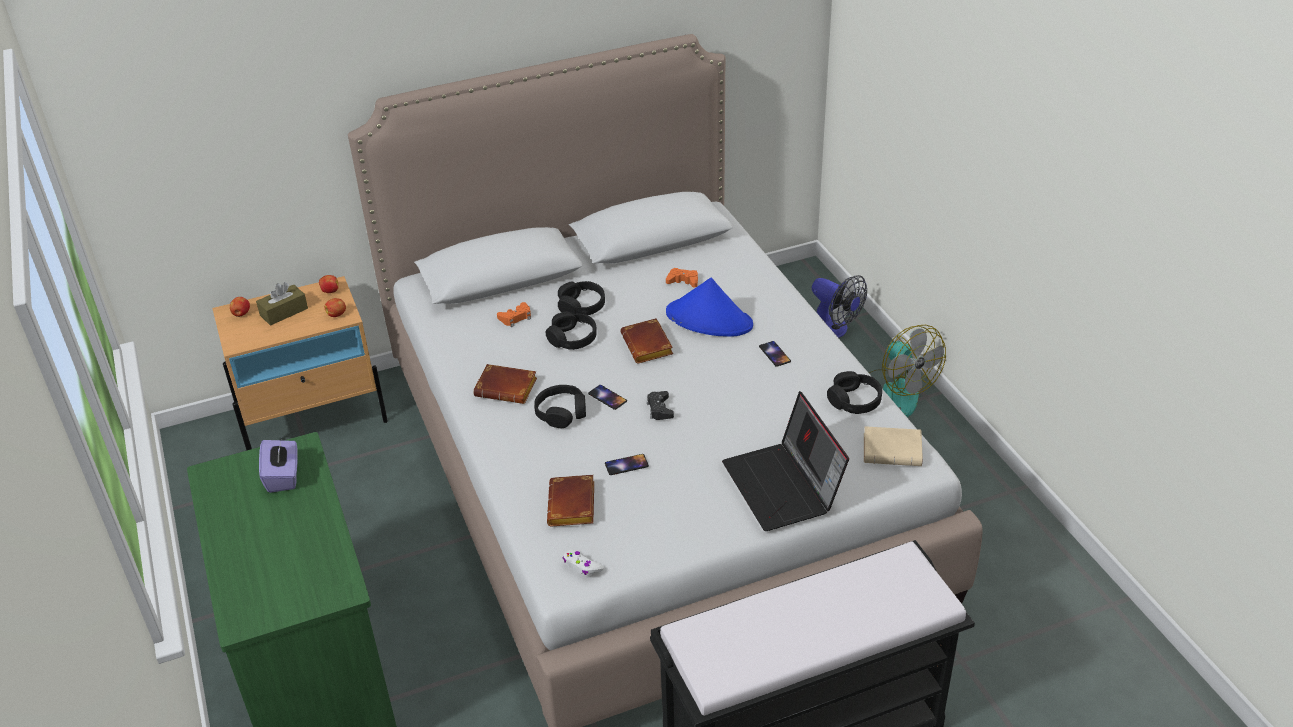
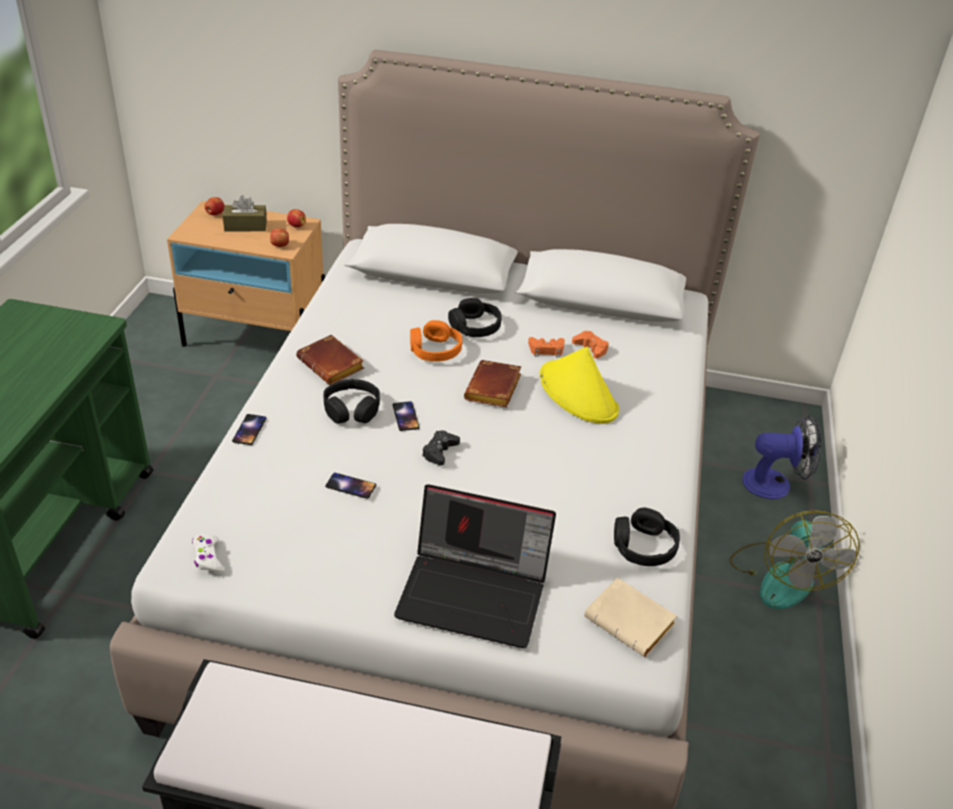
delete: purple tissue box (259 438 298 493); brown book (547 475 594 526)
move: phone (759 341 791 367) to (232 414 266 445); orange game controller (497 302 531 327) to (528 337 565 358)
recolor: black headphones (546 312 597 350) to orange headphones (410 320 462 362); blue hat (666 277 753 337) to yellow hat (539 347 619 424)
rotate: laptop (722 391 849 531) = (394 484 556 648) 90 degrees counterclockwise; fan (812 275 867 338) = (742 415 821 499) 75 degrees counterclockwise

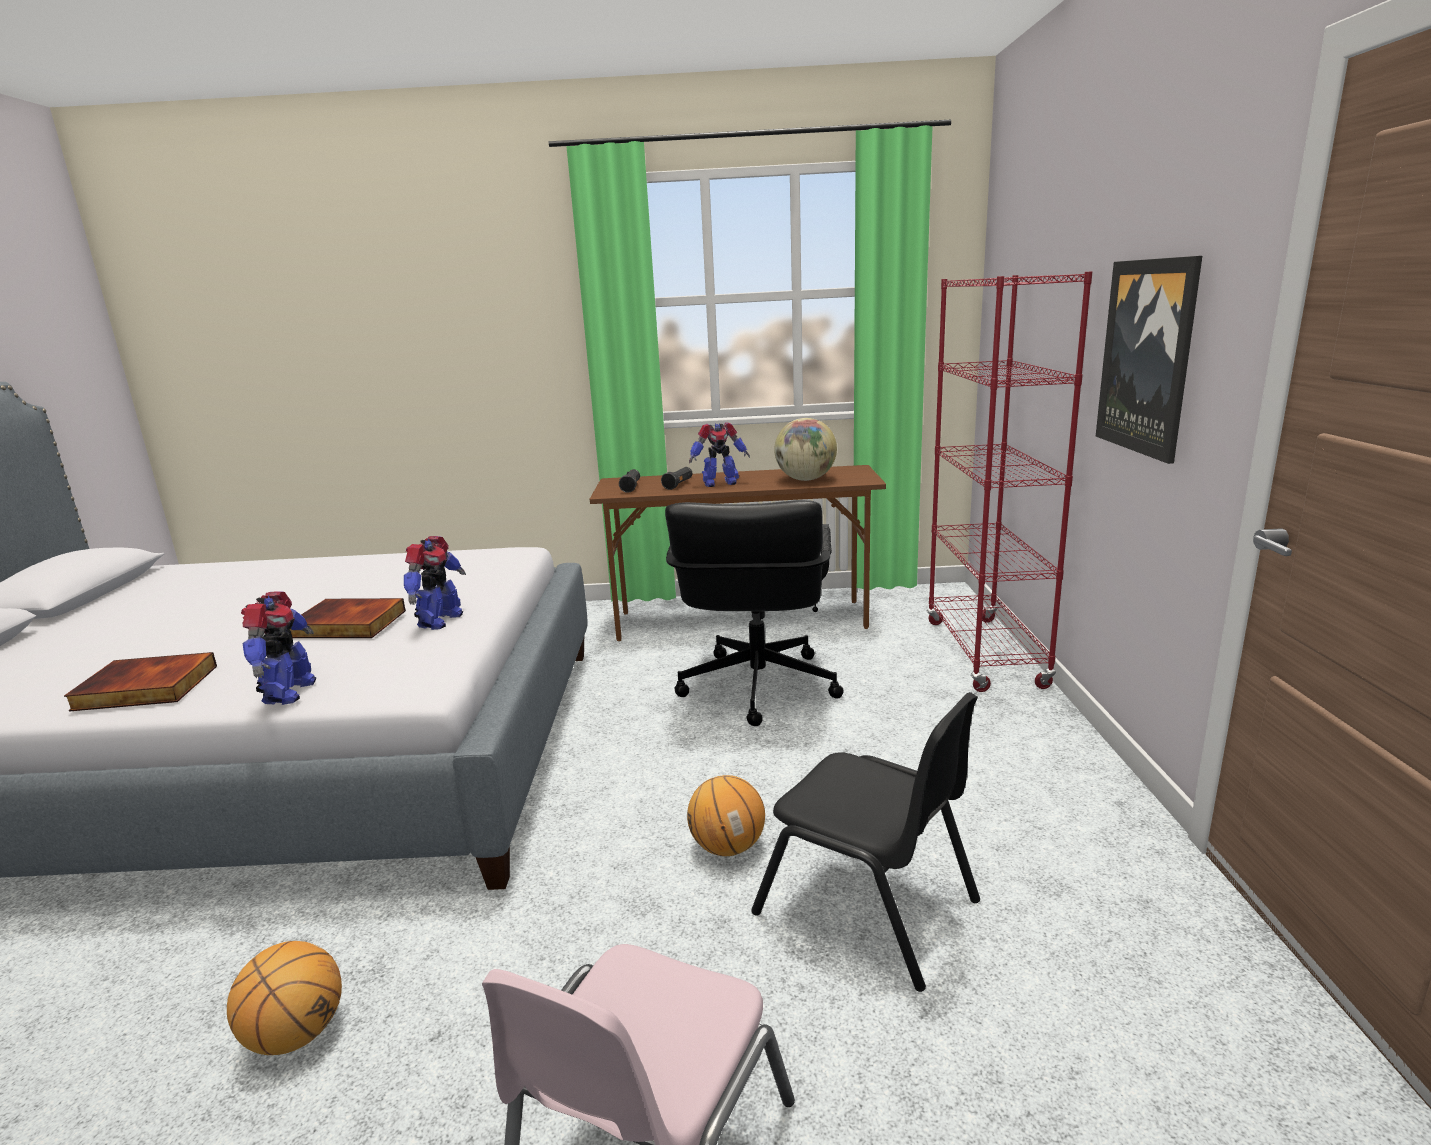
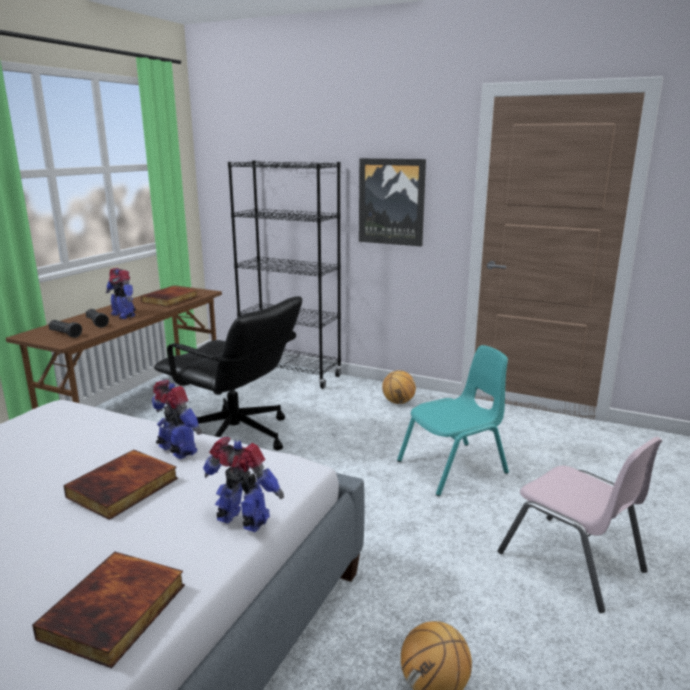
move: basketball (687 775 765 856) to (382 371 416 404)
replace: globe (774 418 837 481) to book (141 287 198 307)
recolor: red bookcase (927 271 1092 692) to black bookcase (228 161 342 389); black chair (751 692 980 992) to turquoise chair (397 345 509 496)
rotate: toy robot (689 422 750 487) = (106 268 136 319) 120 degrees clockwise

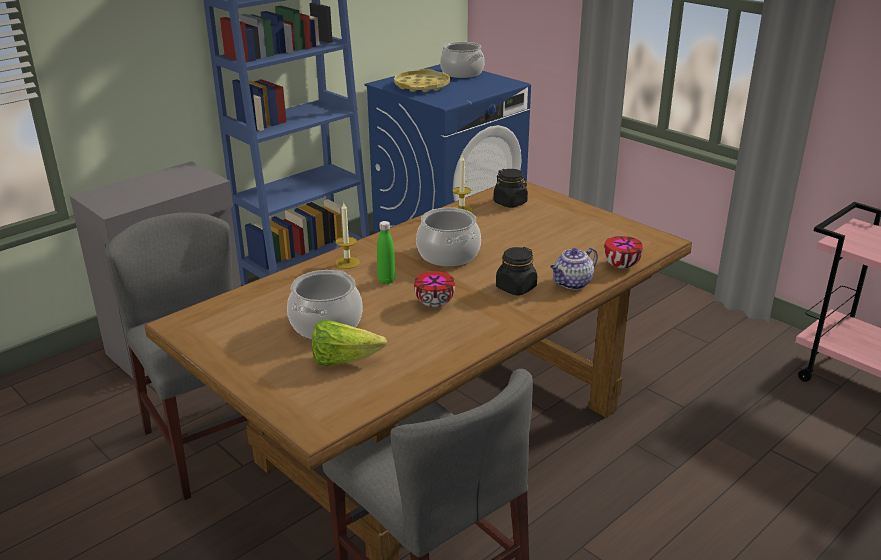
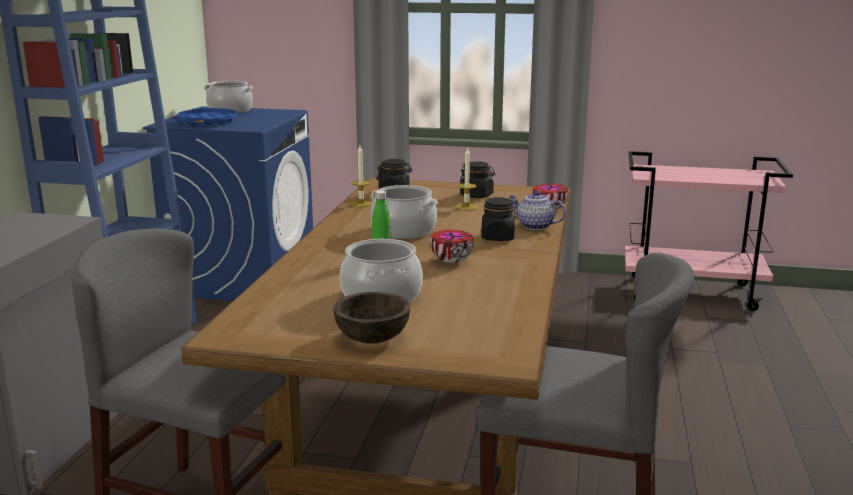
delete: lettuce (312 320 387 366)
insert: brown bowl (333 292 410 344); black jar (460 162 495 198)
move: candle (335 203 360 269) to (455 147 478 211)
recolor: yellow tray (394 69 450 92) to blue tray (176 108 237 126)
rotate: teapot (550 248 598 290) = (509 190 566 230) 105 degrees clockwise

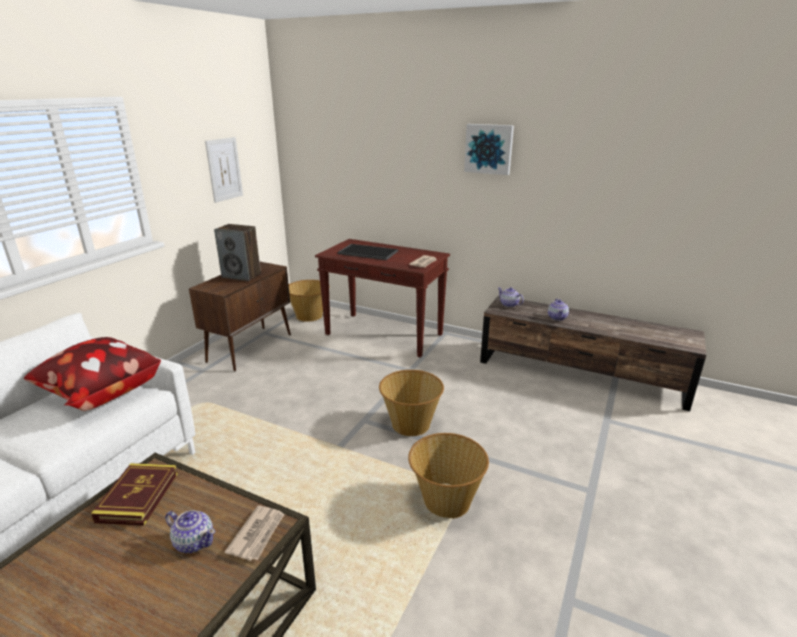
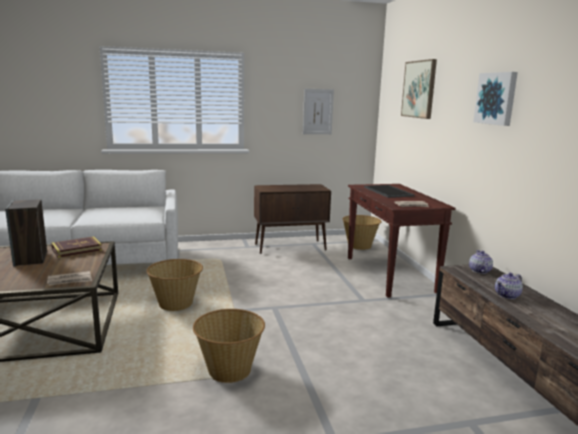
delete: pillow (24 337 161 411); teapot (165 510 215 553)
insert: picture (401 59 437 119)
move: speaker (214 224 261 281) to (5 199 47 267); basket (379 370 444 436) to (147 259 203 311)

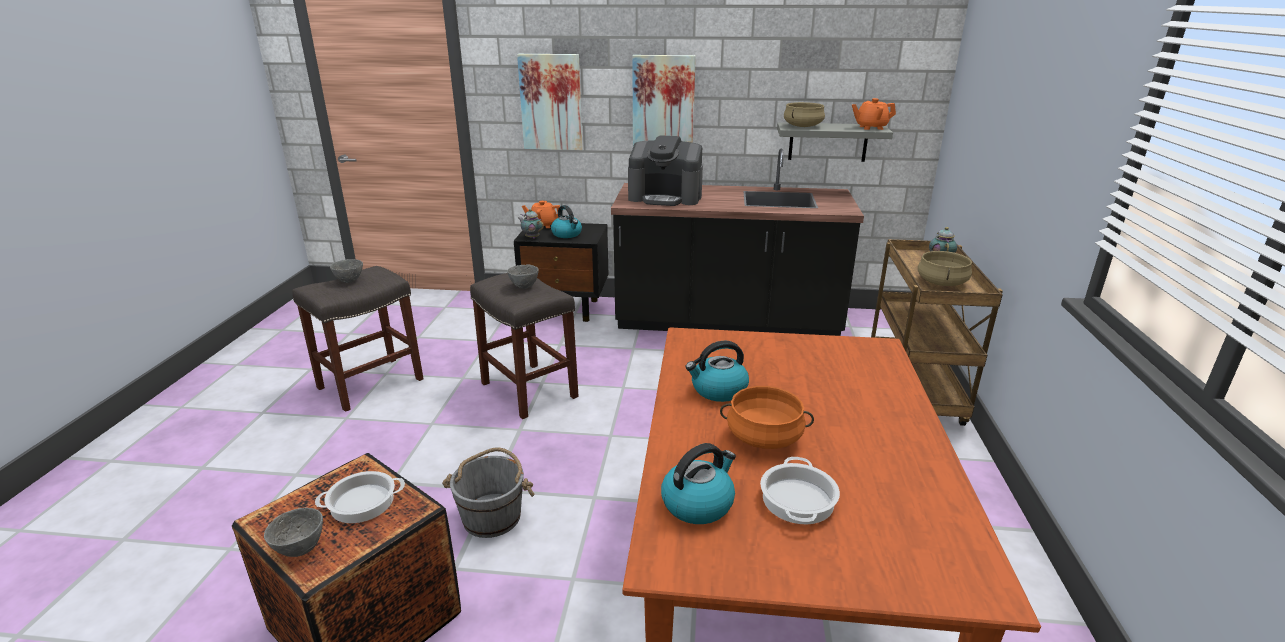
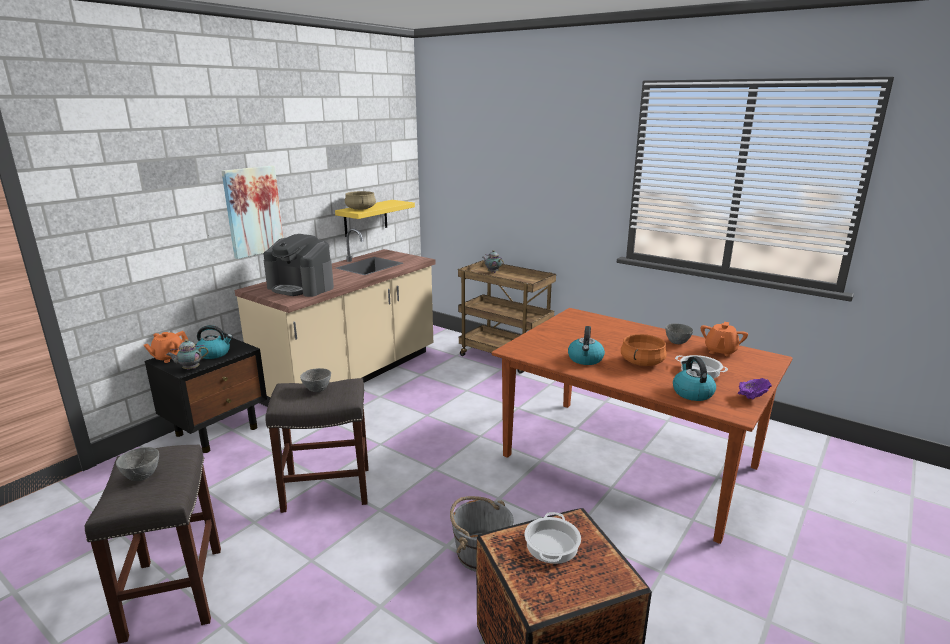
delete: picture (517 54 583 150); beige cooking pot (917 251 972 286)
insert: purple bowl (738 378 772 399)
move: grey bowl (264 508 323 557) to (665 324 693 344); orange teapot (852 98 896 130) to (700 322 748 357)
recolor: black counter (611 148 864 336) to beige counter (235 228 436 407); grey shelf (777 122 893 162) to yellow shelf (335 200 415 237)
rotate: coffee machine (628 135 703 206) = (264 234 334 297) 75 degrees clockwise

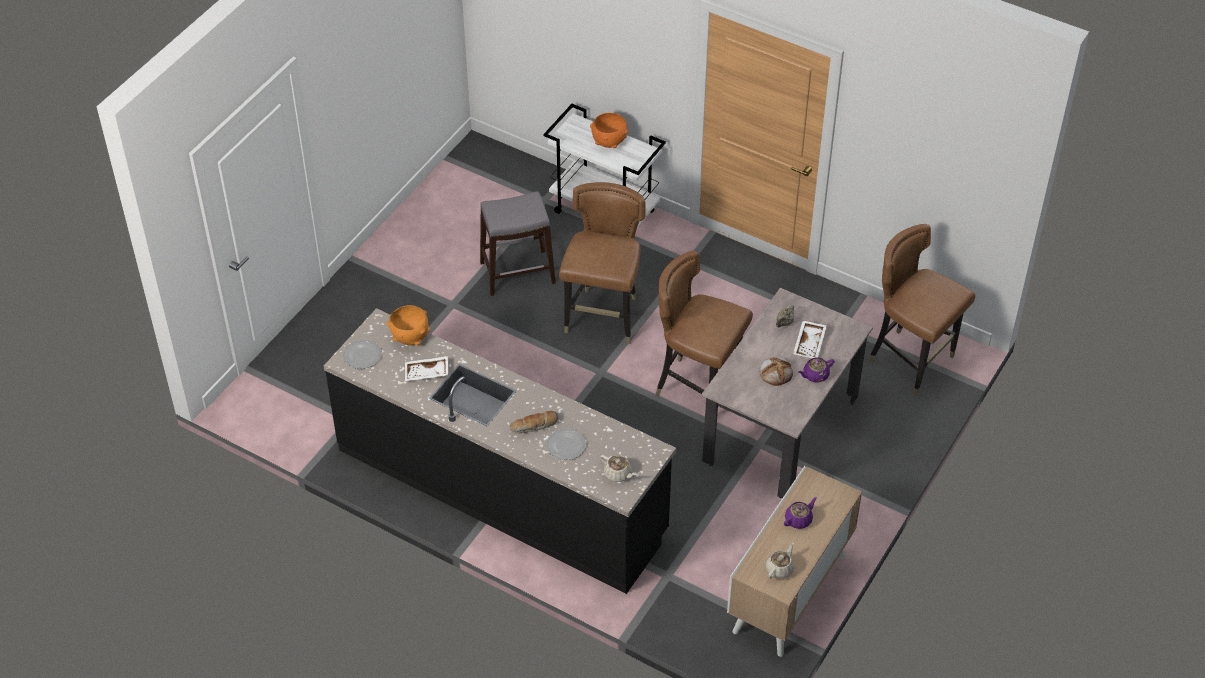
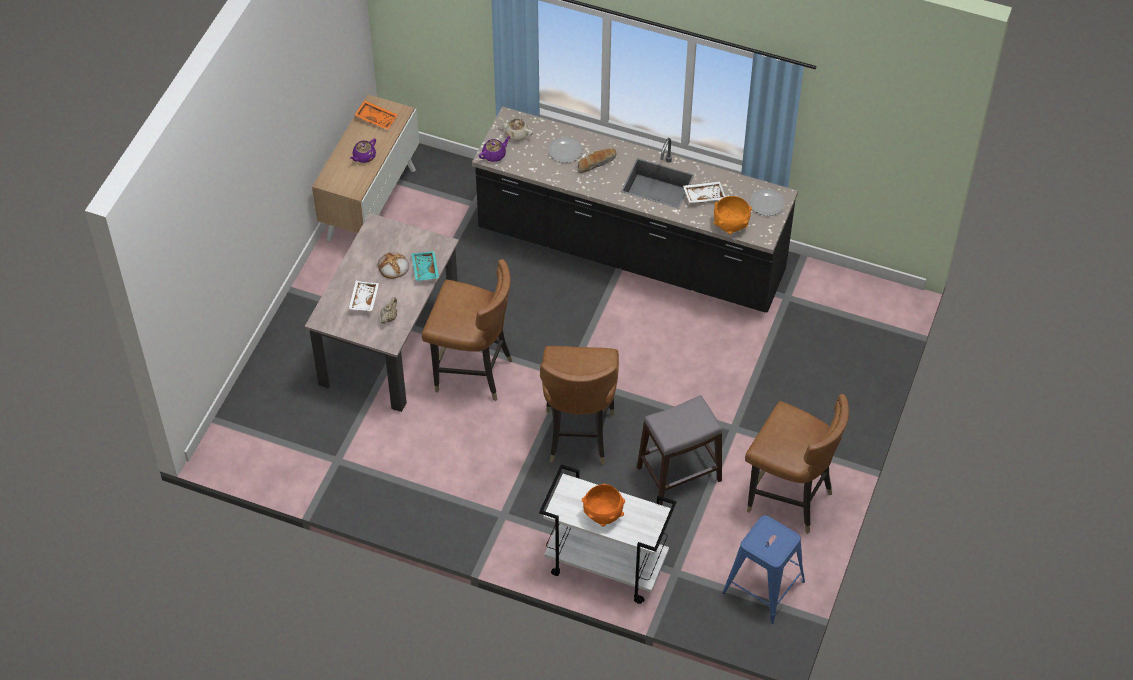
insert: turquoise tray (411 251 439 281); blue stool (722 515 805 624)
move: purple teapot (798 357 835 383) to (479 136 510 162); brown chair (868 224 975 397) to (745 394 849 534)
replace: beige teapot (766 543 794 578) to orange tray (355 100 397 130)

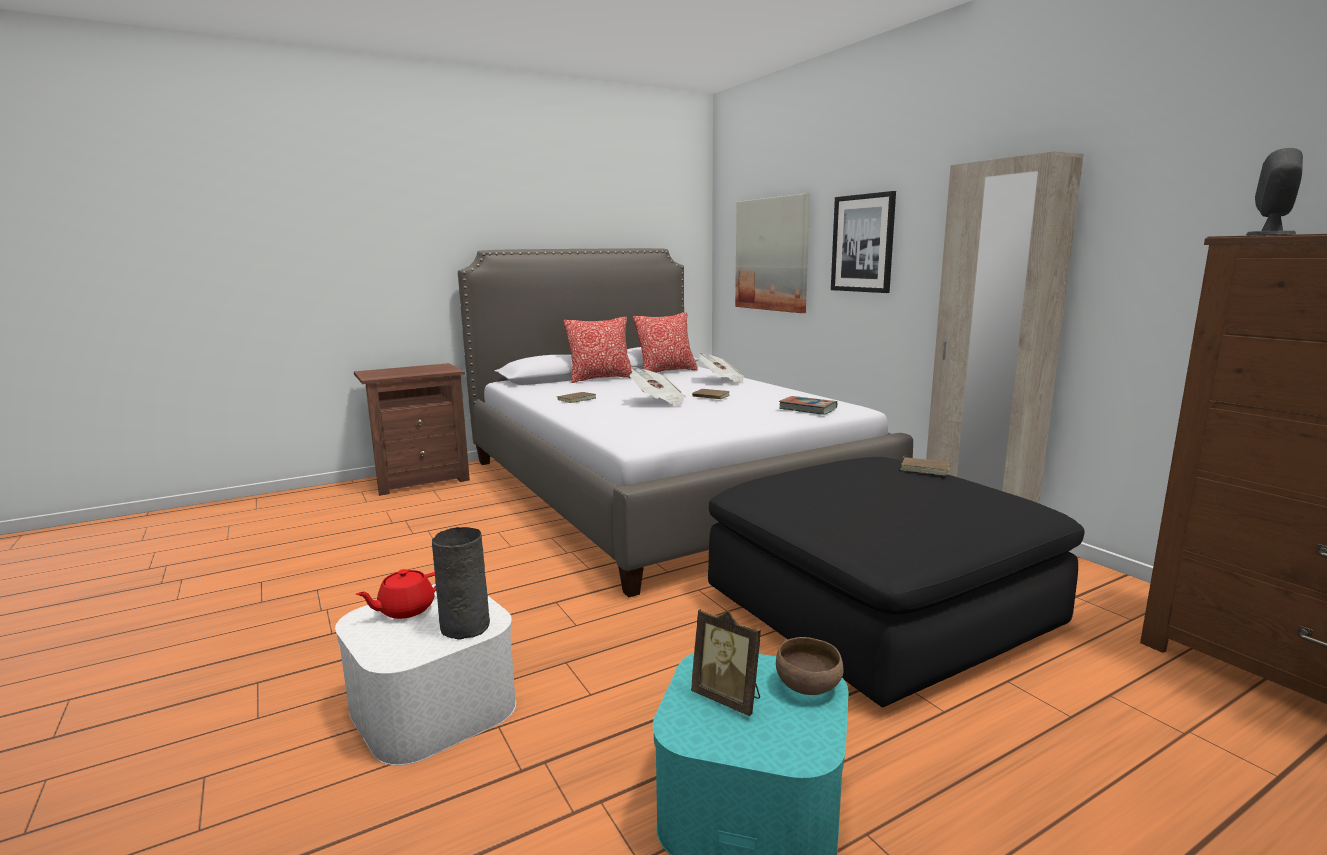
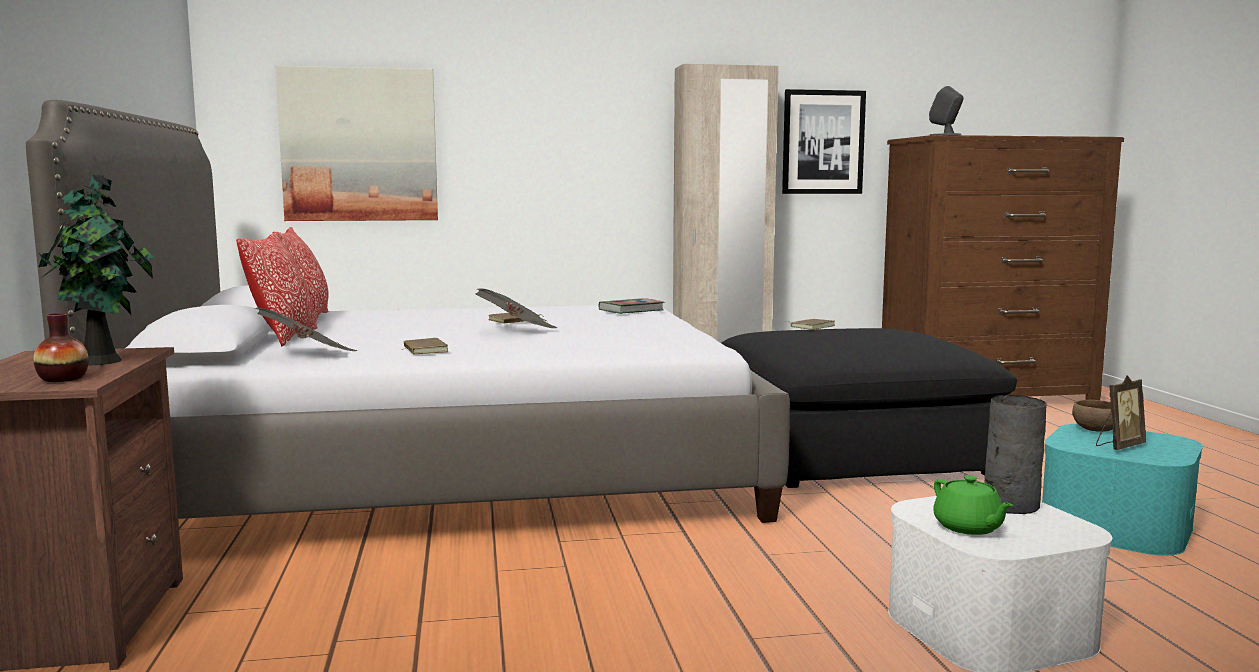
insert: vase (34 313 89 382); potted plant (38 173 153 365)
move: newspaper (698 352 744 384) to (255 308 357 351); picture (831 191 896 293) to (782 89 866 194)
recolor: red teapot (355 569 436 619) to green teapot (933 476 1013 535)

